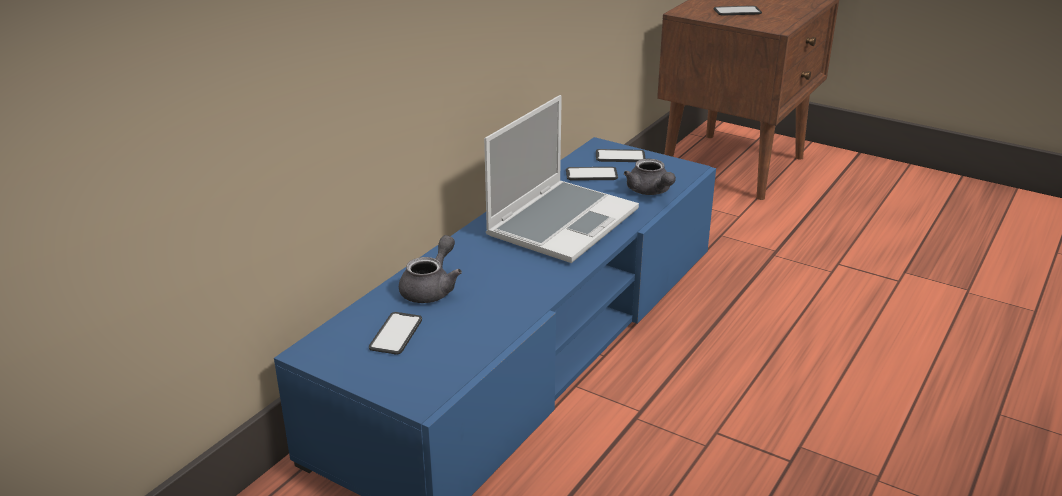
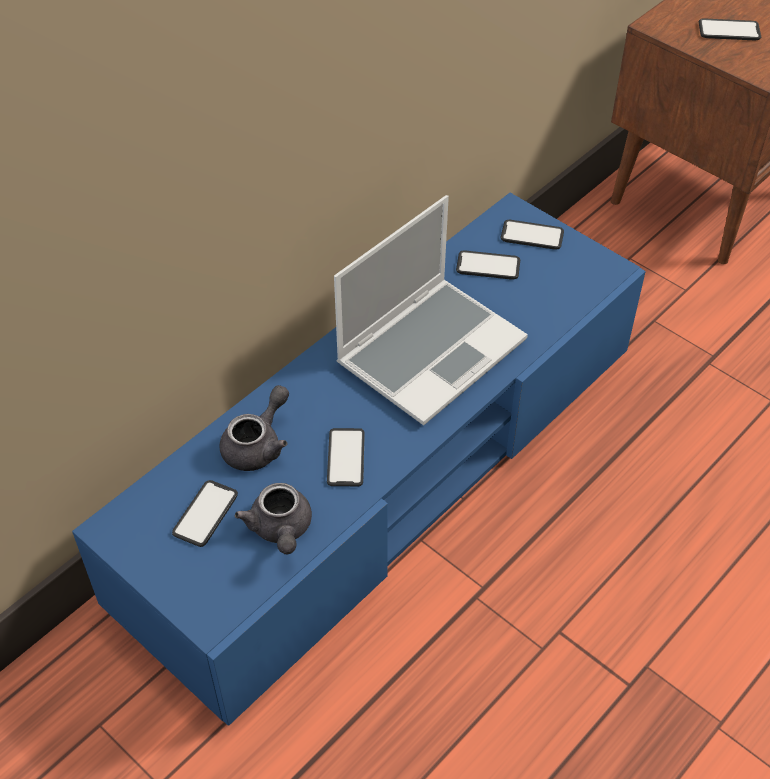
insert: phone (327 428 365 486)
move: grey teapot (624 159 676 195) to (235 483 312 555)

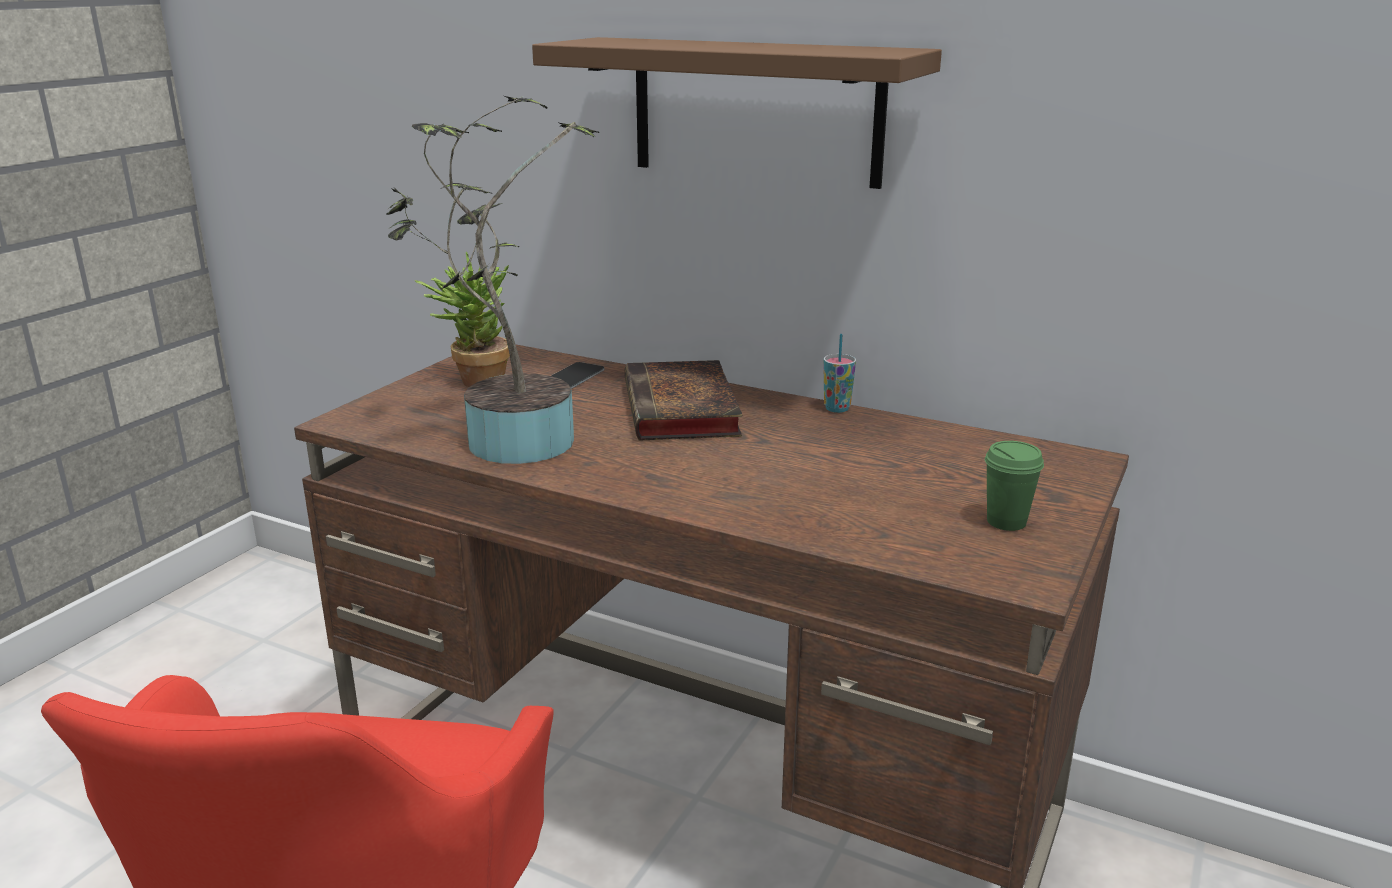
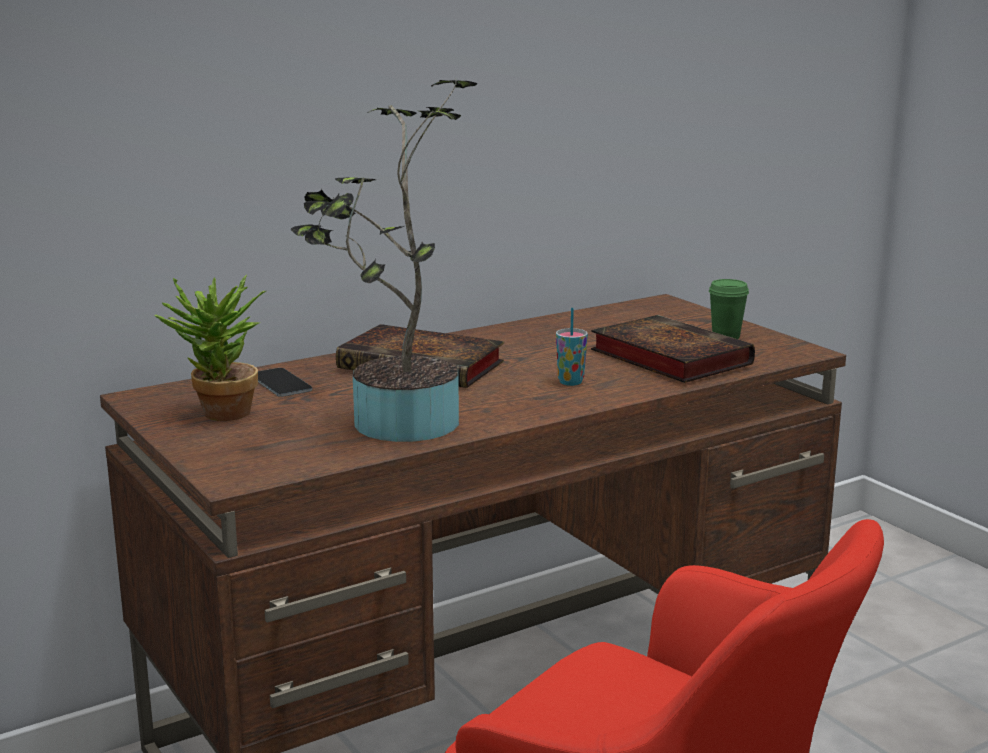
delete: brown shelf (532 37 942 189)
insert: book (591 315 755 383)
move: cup (823 334 856 413) to (556 308 588 386)

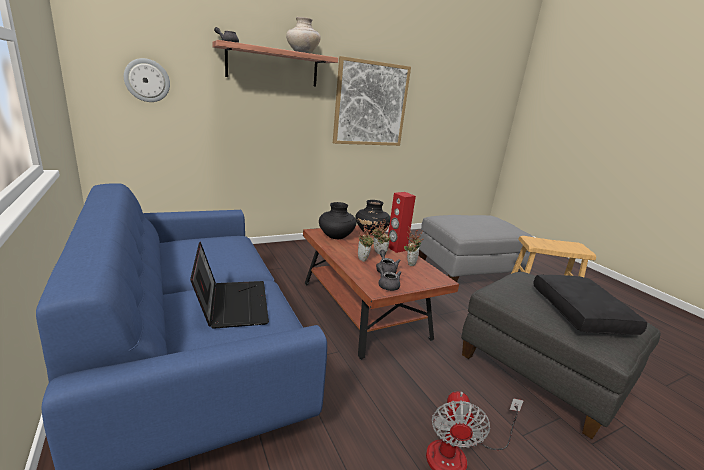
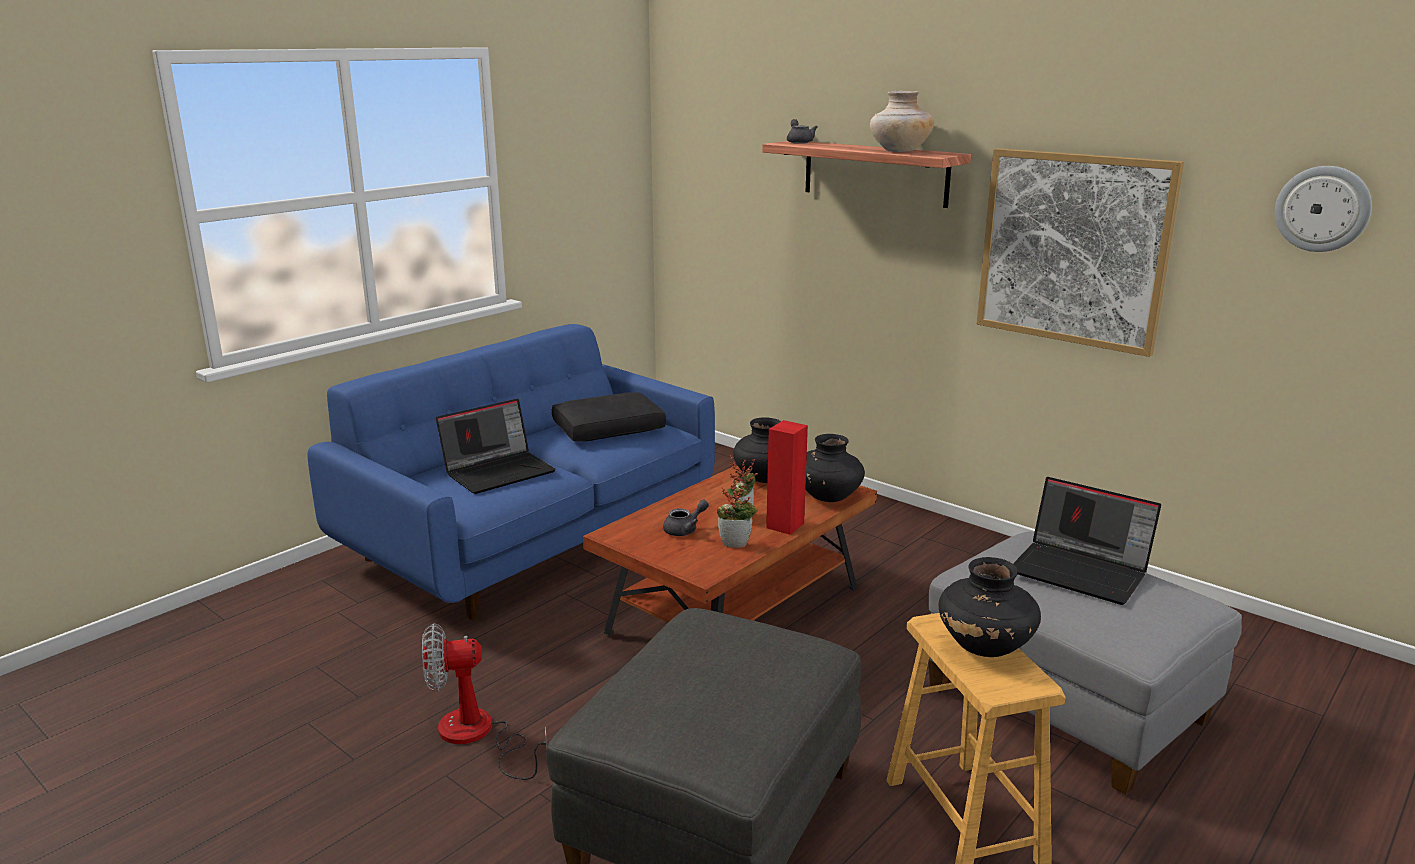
delete: potted plant (358 223 377 261); grey teapot (376 263 401 291)
insert: black vase (939 557 1041 657); laptop (1013 477 1161 605)
move: black pillow (534 275 647 335) to (552 392 666 442); wall clock (124 58 170 102) to (1275 166 1372 252)

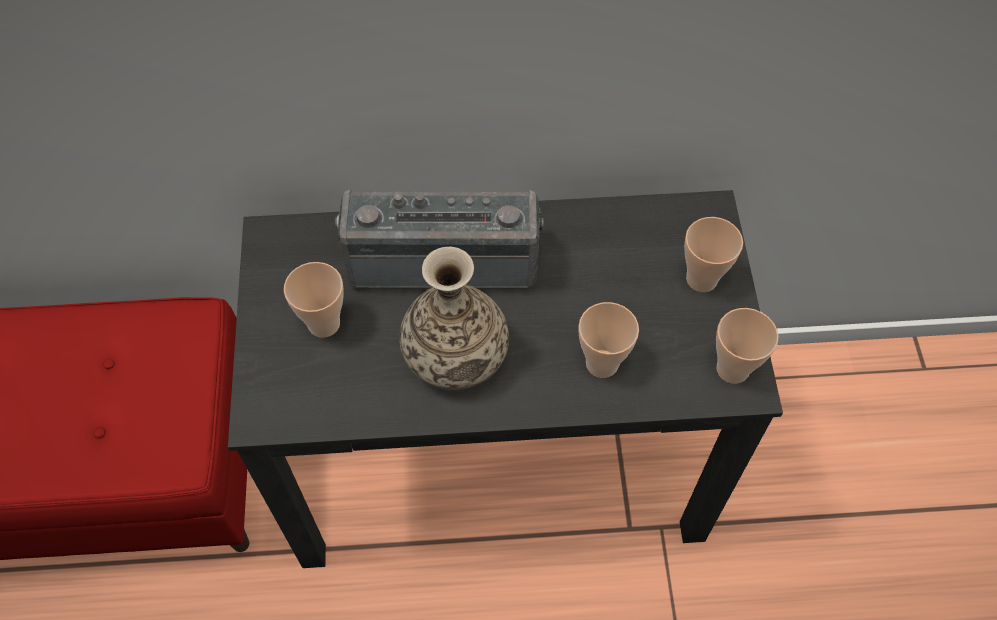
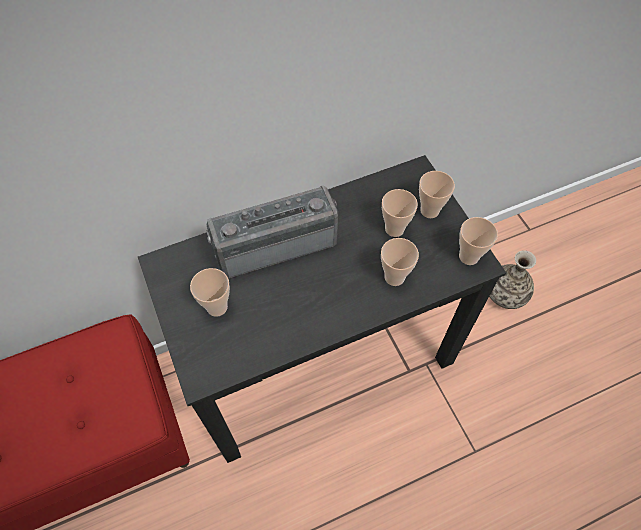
insert: cup (382 189 418 237)
move: vase (399 247 509 390) to (489 250 536 309)

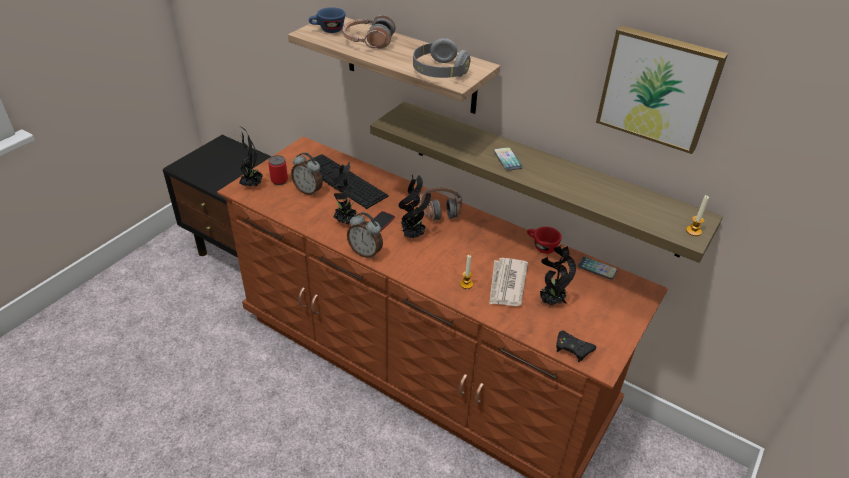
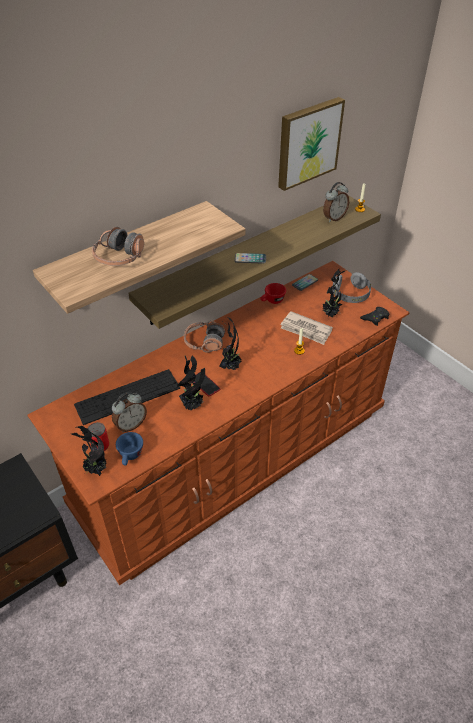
move: blue cup (309 7 346 33) to (116 432 143 466); alarm clock (347 212 383 259) to (323 182 349 223); grey headphones (413 38 470 78) to (332 272 371 303)

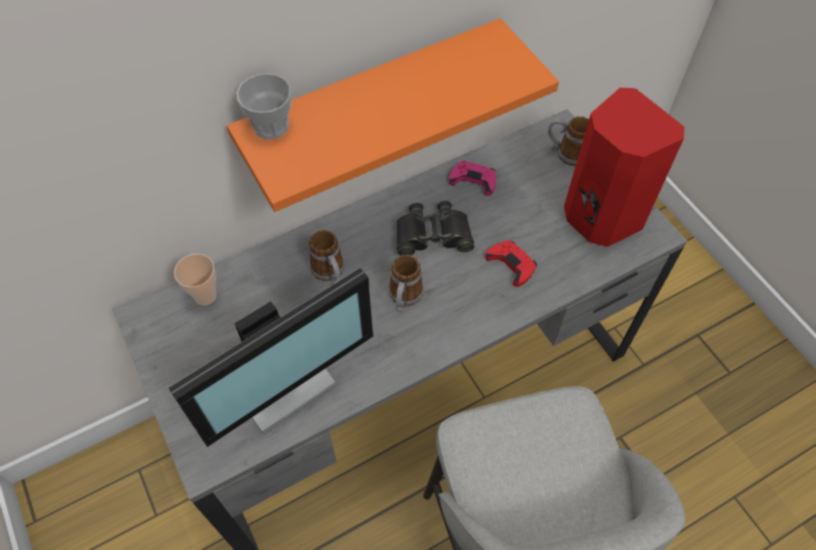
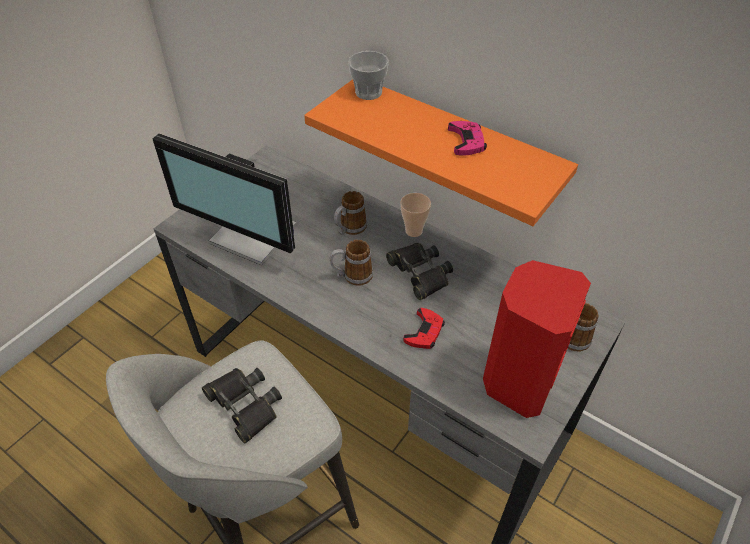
insert: black binoculars (202 368 282 443)
move: cup (174 254 217 306) to (400 193 431 237); pink game controller (449 161 496 196) to (448 121 487 155)

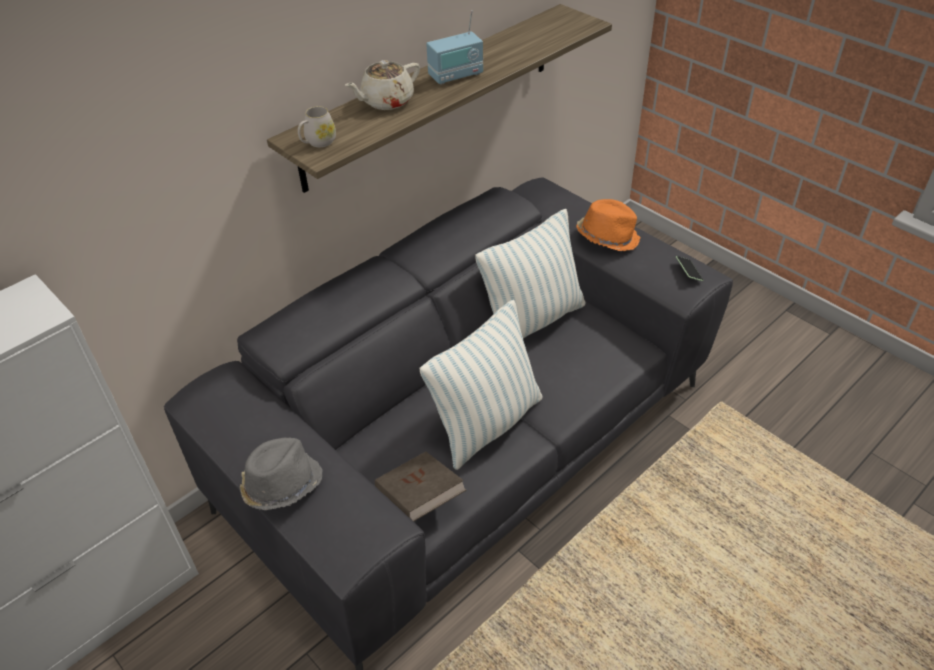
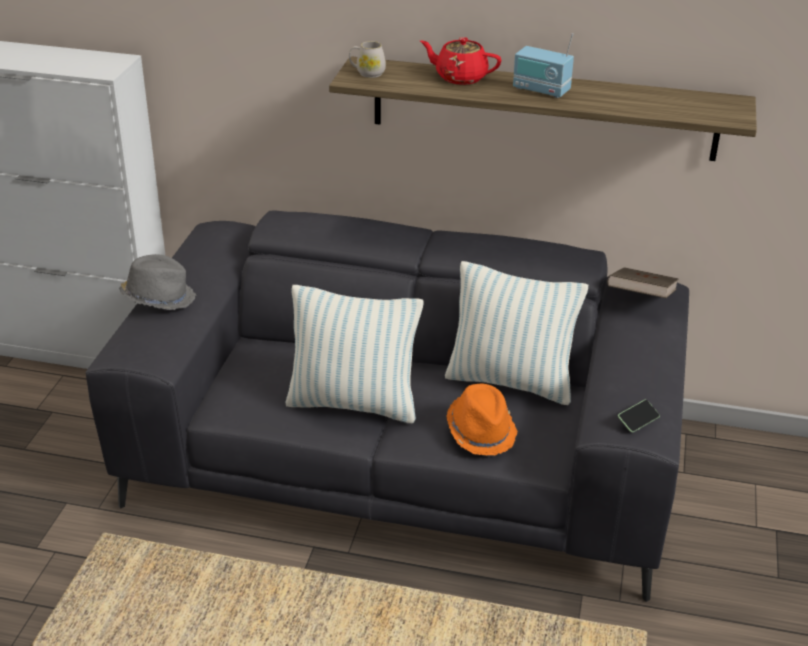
move: orange hat (576 199 641 251) to (447 384 518 455); brown book (375 452 466 522) to (607 267 679 298)
recolor: beige teapot (345 60 420 110) to red teapot (420 37 501 85)

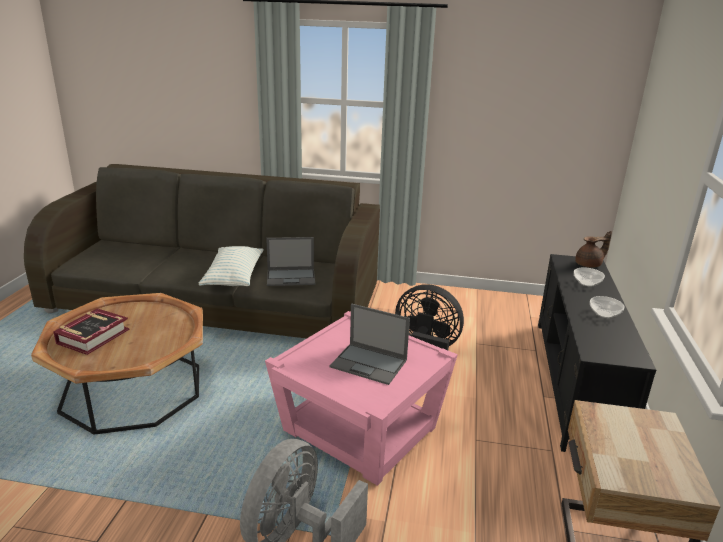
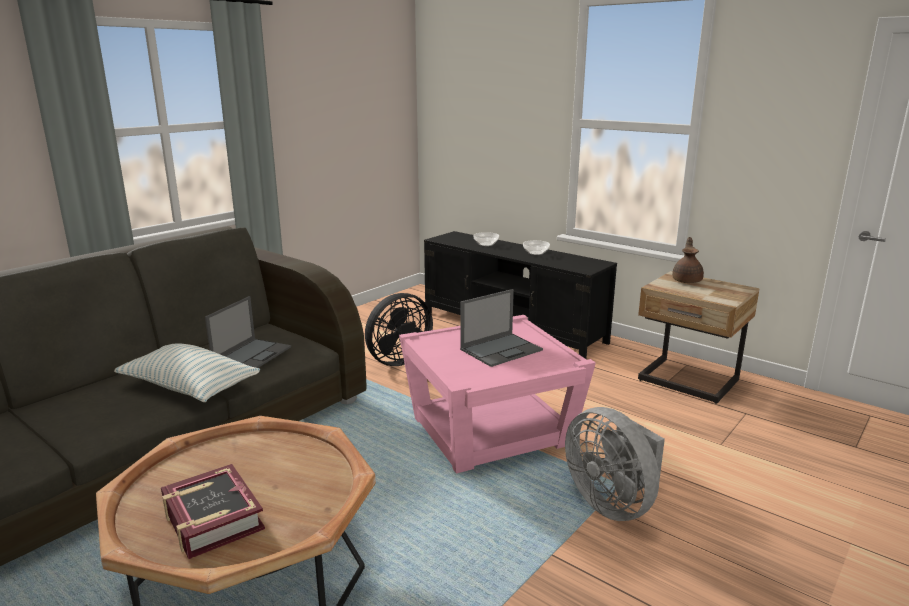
move: brown teapot (575 231 612 268) to (672 237 704 283)

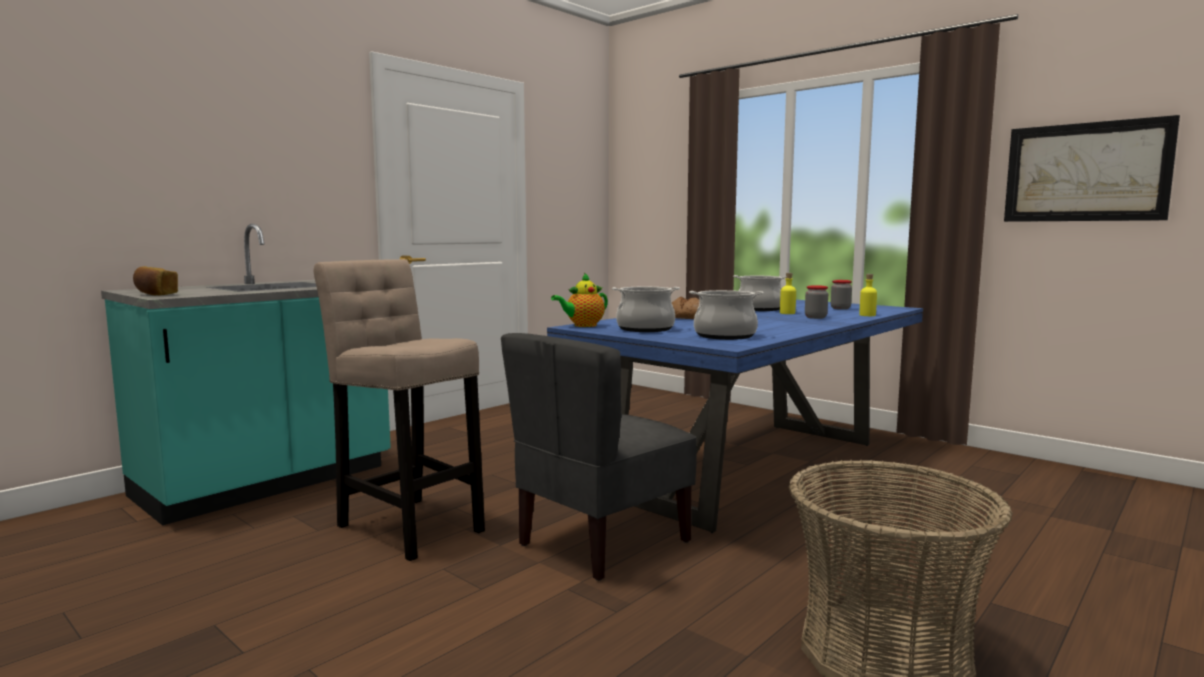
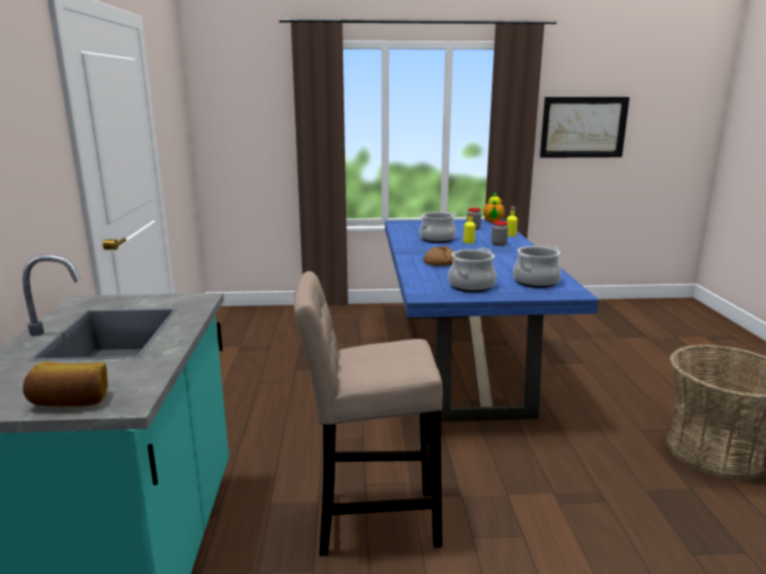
delete: grey chair (501 333 697 581)
move: teapot (551 273 608 327) to (483 192 505 223)

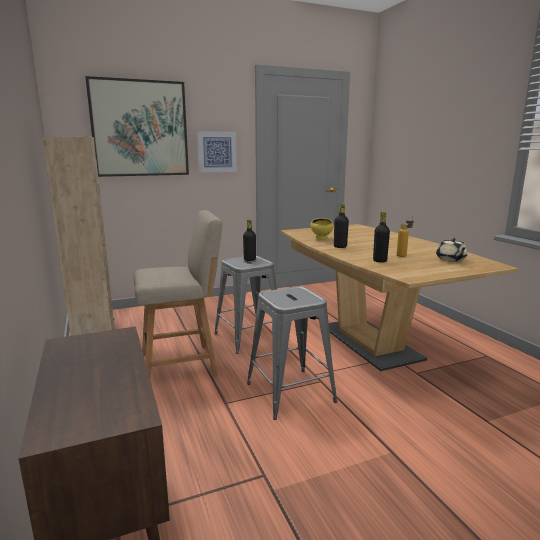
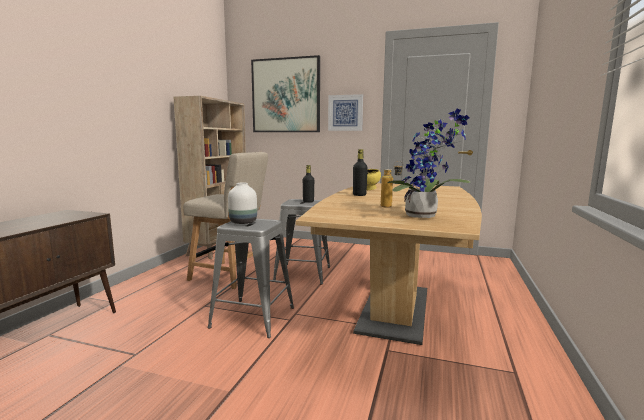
delete: black bottle (373 211 390 263)
insert: white vase (228 183 257 224)
replace: beige teapot (436 237 467 262) to potted plant (387 109 470 218)

